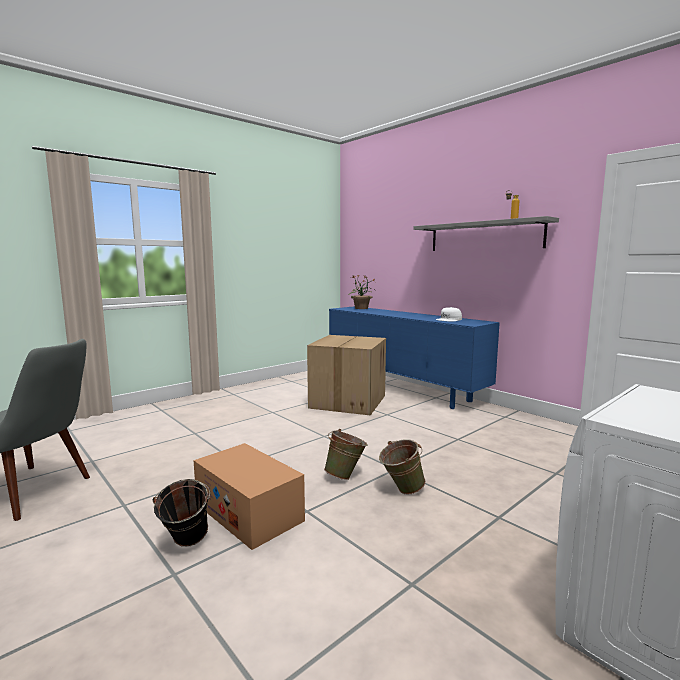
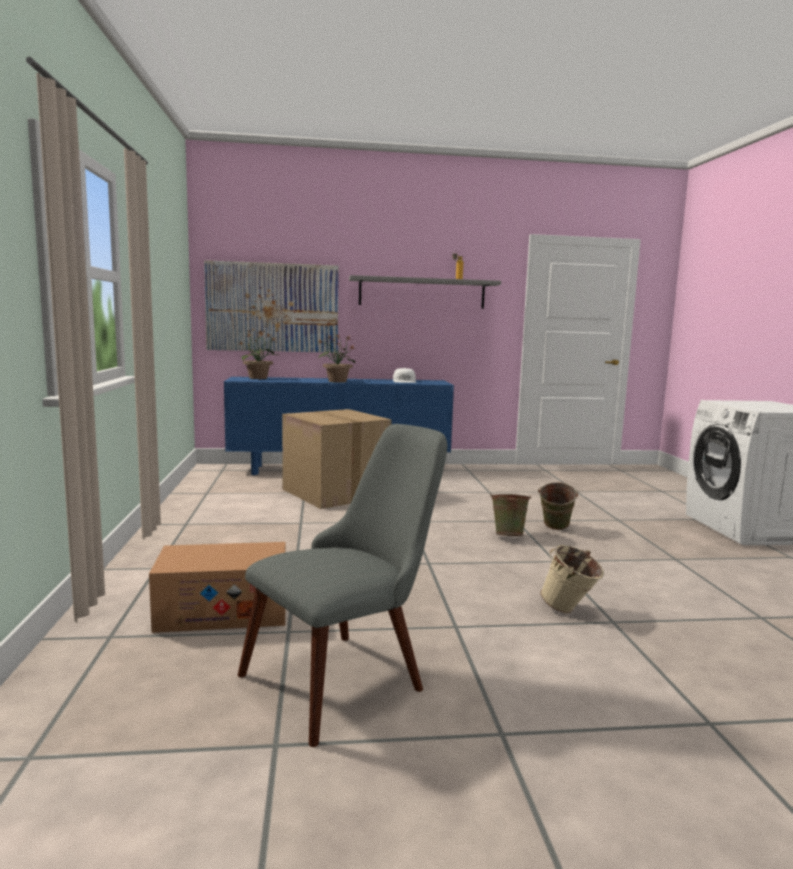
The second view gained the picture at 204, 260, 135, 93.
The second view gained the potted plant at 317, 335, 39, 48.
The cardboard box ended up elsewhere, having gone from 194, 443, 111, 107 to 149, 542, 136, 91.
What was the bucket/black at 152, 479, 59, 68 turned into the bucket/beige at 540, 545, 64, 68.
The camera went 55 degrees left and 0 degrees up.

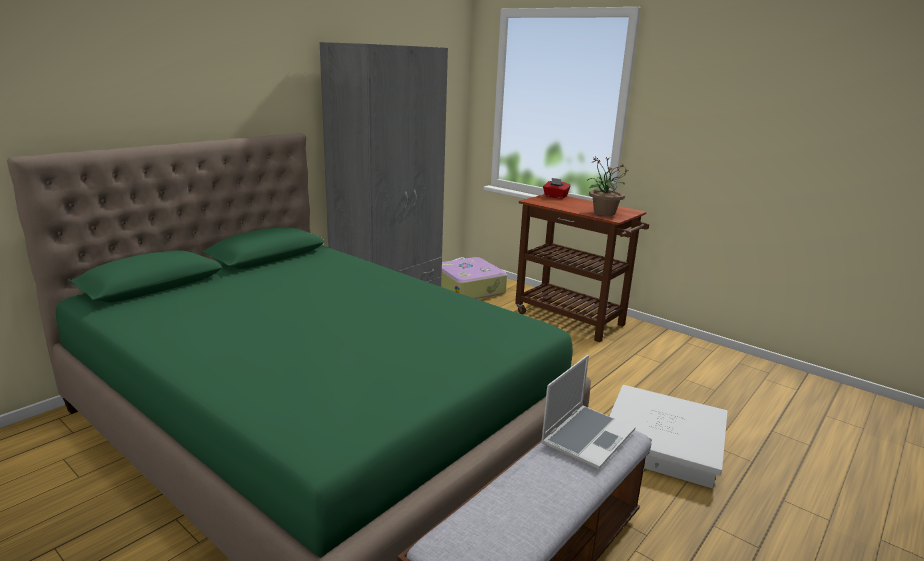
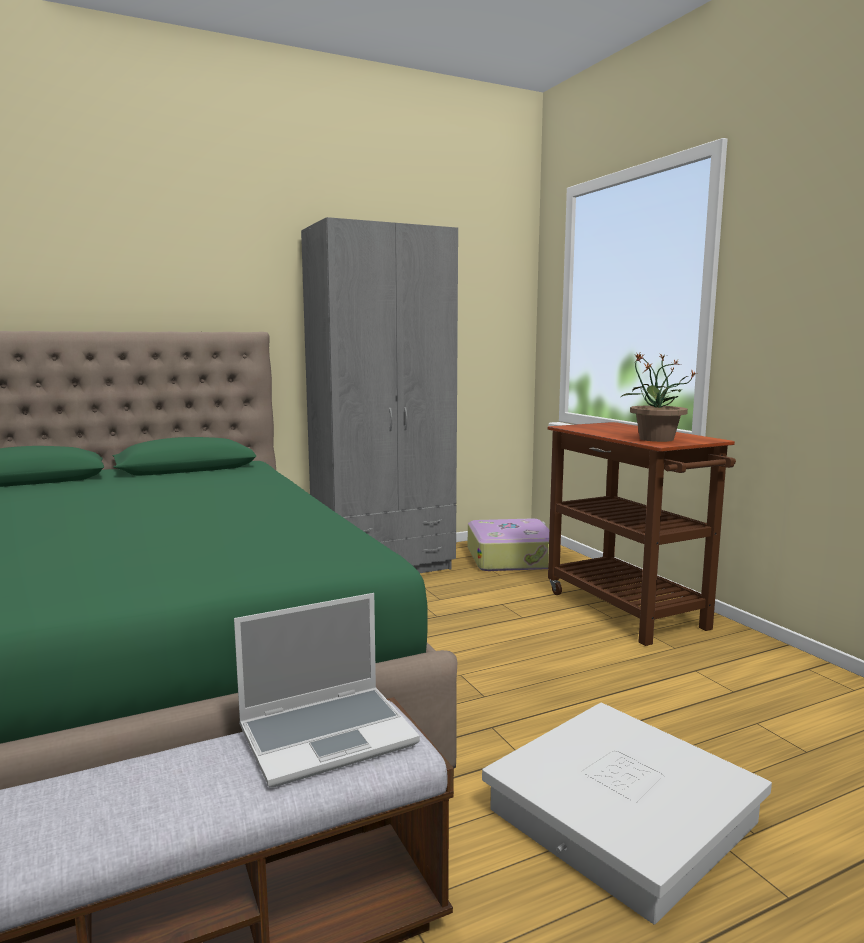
The second view lost the tissue box/red at 543, 178, 28, 21.
The camera went 25 degrees right and 10 degrees down.

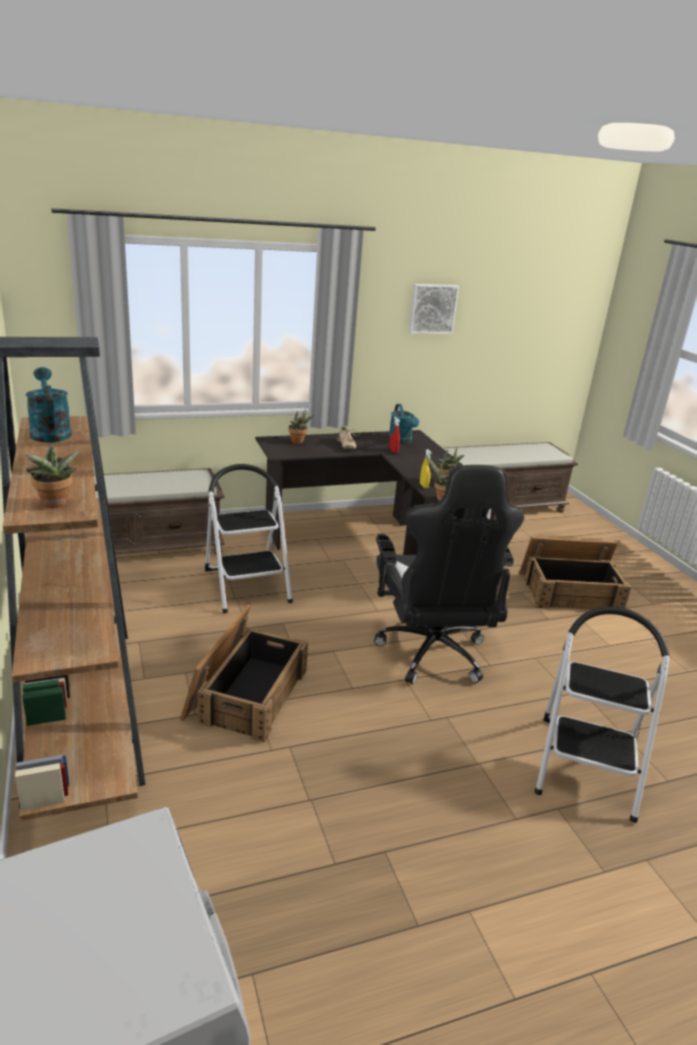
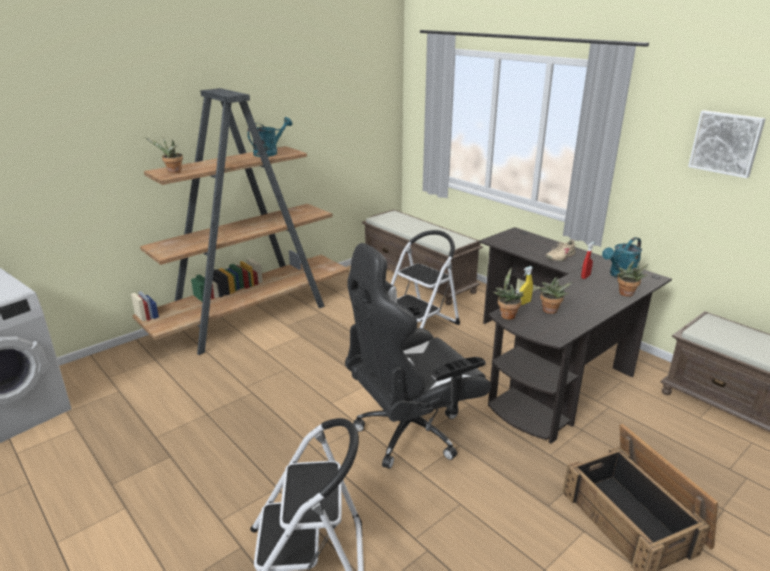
The second view lost the crate at 180, 604, 128, 139.
The potted plant ended up elsewhere, having gone from 288, 409, 27, 35 to 617, 261, 31, 36.
The camera went 70 degrees right and 0 degrees up.

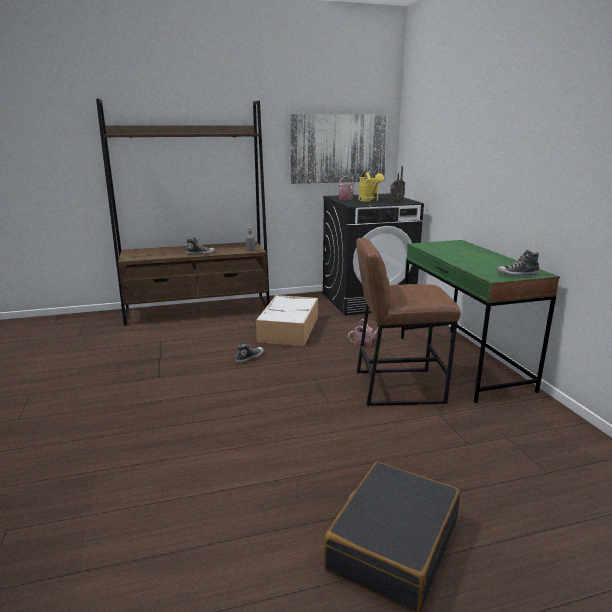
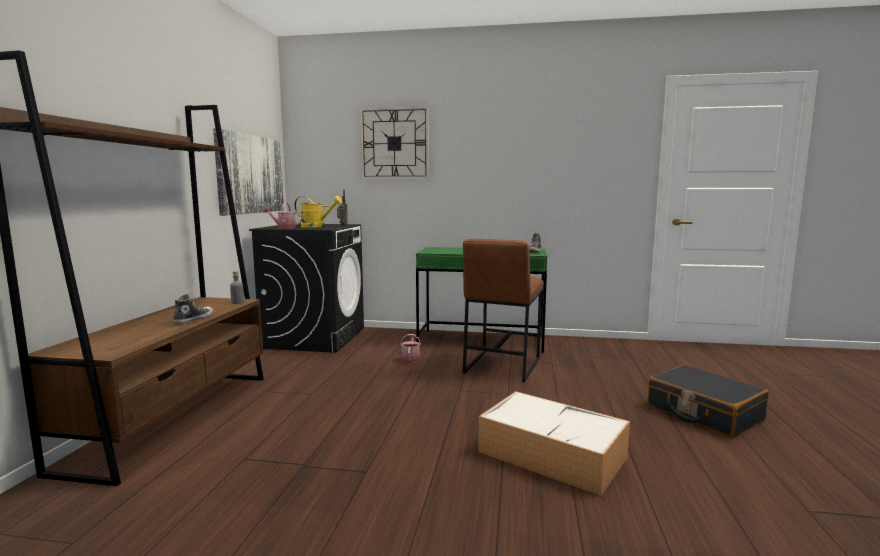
The second view lost the shoe at 235, 341, 29, 22.
The second view gained the wall clock at 359, 106, 70, 73.
The storage box ended up elsewhere, having gone from 256, 295, 62, 51 to 478, 391, 152, 105.
The camera went 65 degrees left and 10 degrees down.

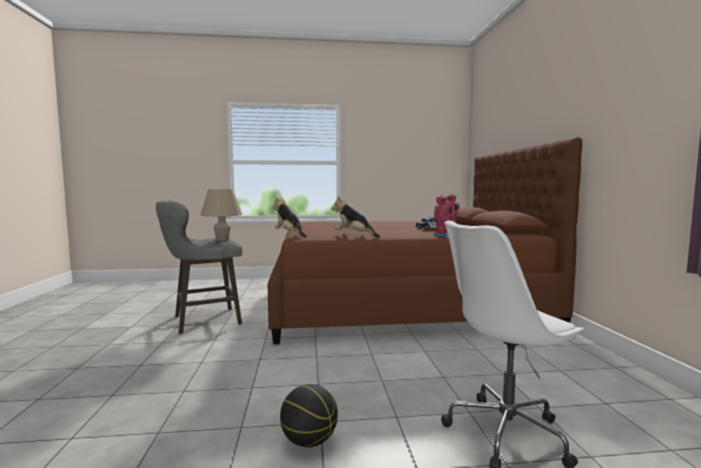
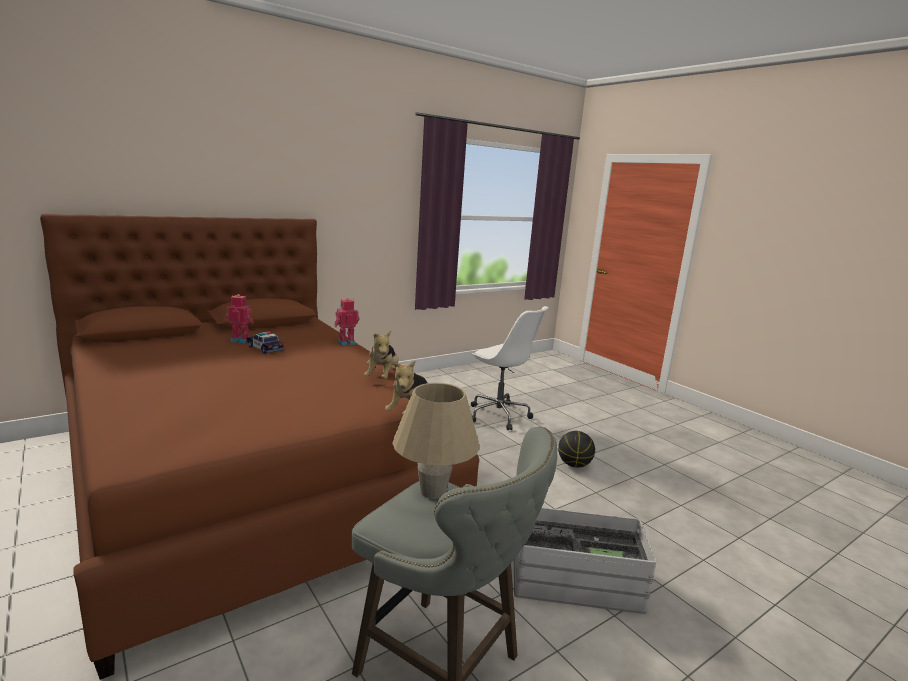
The second view gained the storage box/grey at 514, 508, 143, 106.
The camera went 120 degrees left and 10 degrees up.

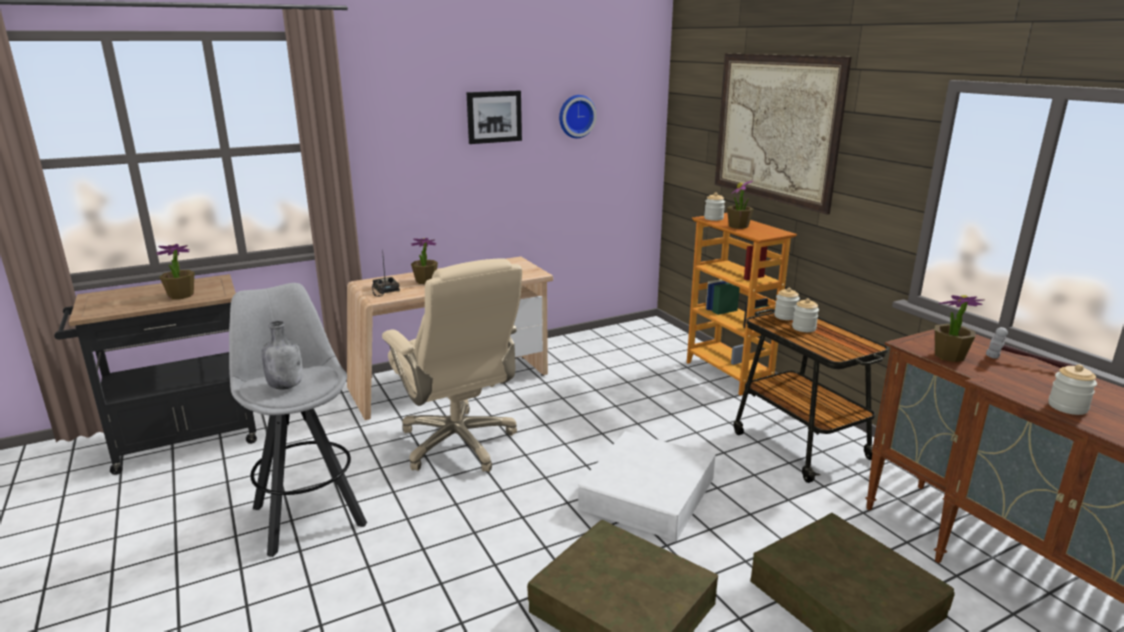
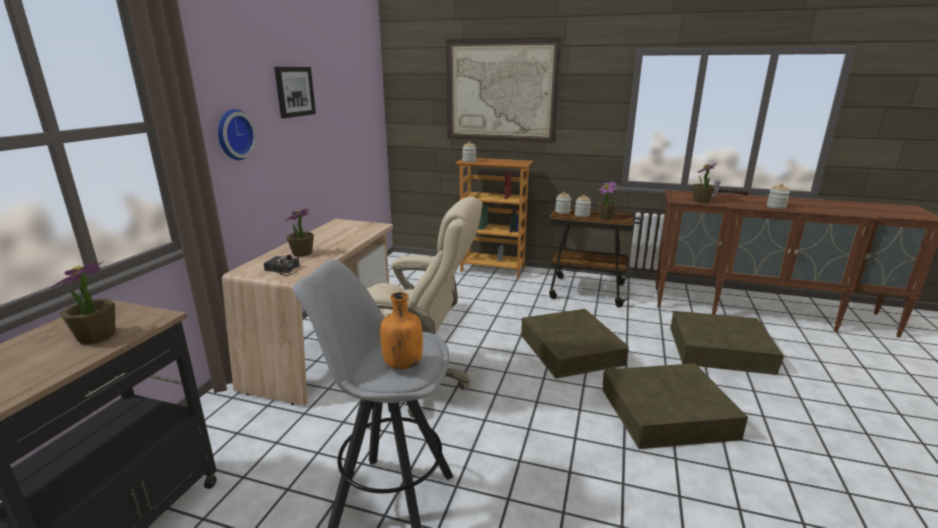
The wall clock ended up elsewhere, having gone from 559, 95, 38, 43 to 218, 109, 39, 51.
The potted plant ended up elsewhere, having gone from 727, 180, 27, 49 to 597, 181, 21, 39.
What was the bottle/grey at 261, 321, 42, 68 turned into the bottle/orange at 380, 292, 43, 78.
What was the storage box/white at 578, 431, 137, 110 turned into the storage box/brown at 521, 309, 108, 70.
The camera went 45 degrees left and 0 degrees up.

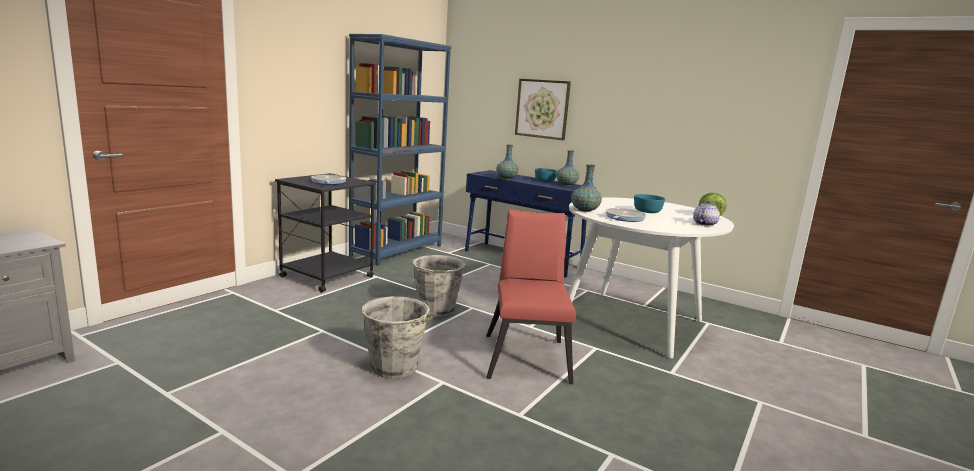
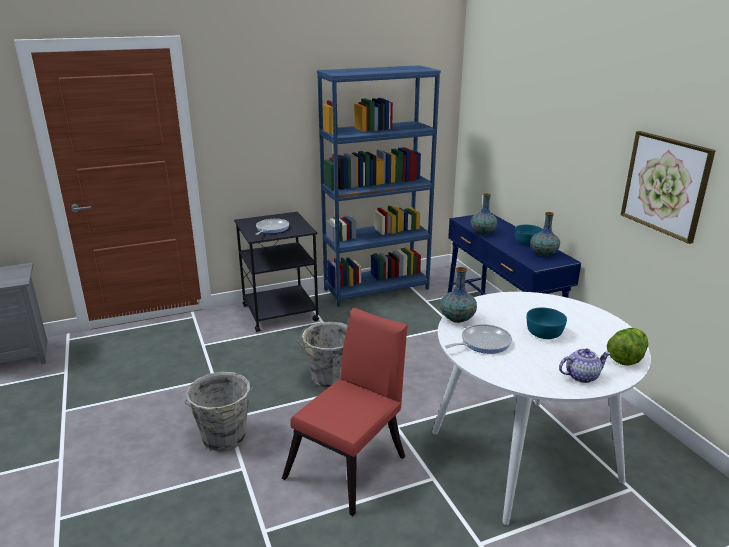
The picture ended up elsewhere, having gone from 515, 79, 56, 61 to 621, 131, 95, 113.
The camera went 35 degrees right and 10 degrees up.

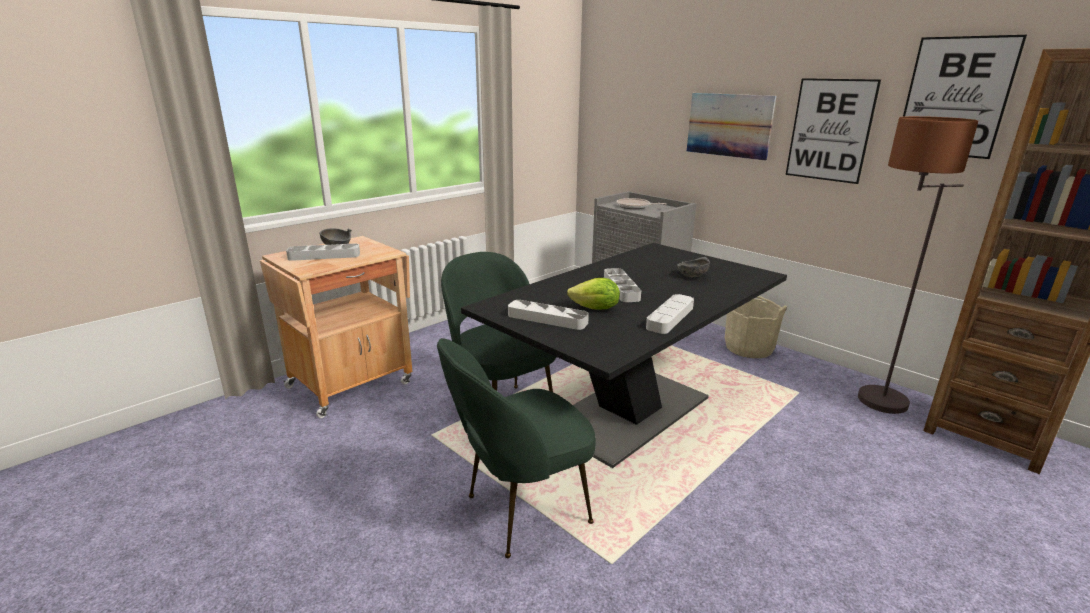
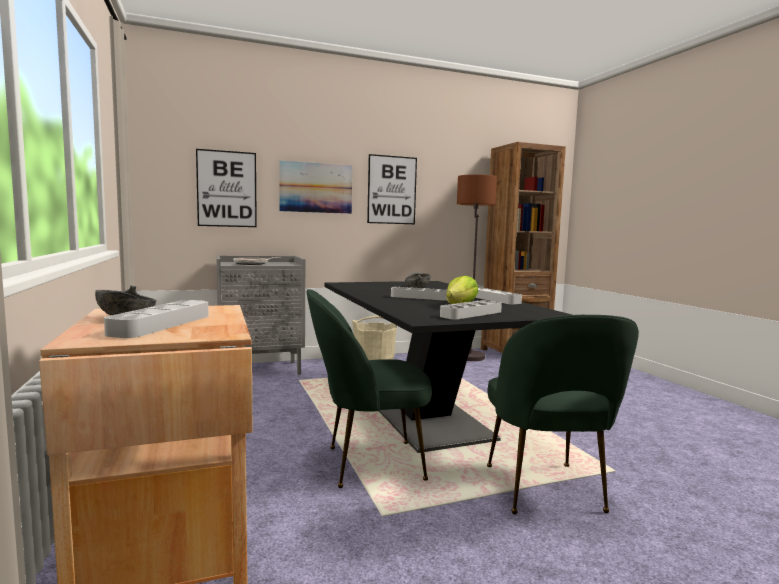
The picture ended up elsewhere, having gone from 903, 35, 124, 124 to 196, 149, 61, 78.
The camera went 65 degrees left and 15 degrees down.

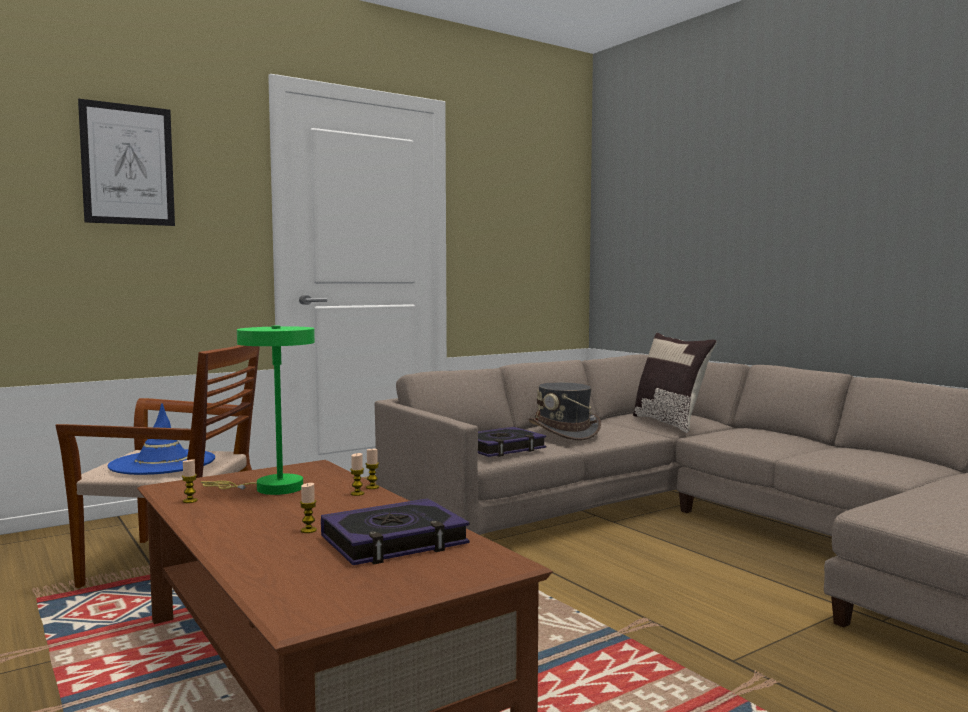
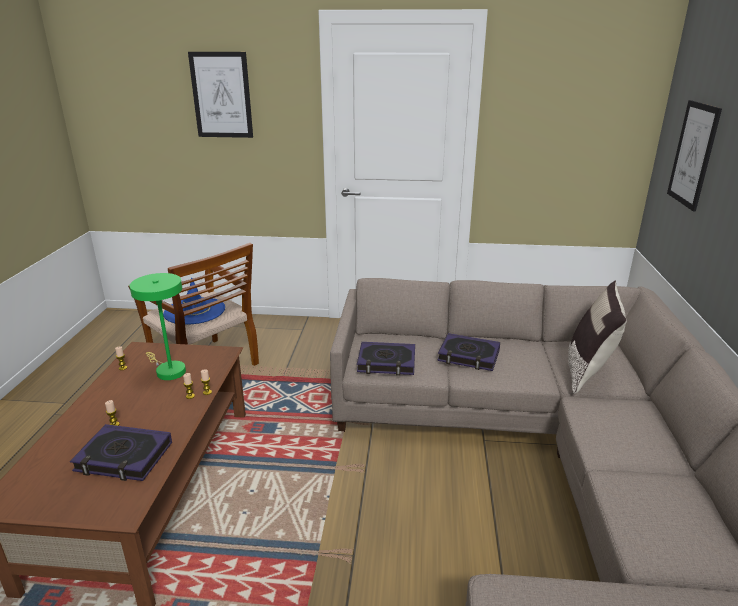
The second view gained the picture at 667, 100, 55, 112.
Where the hat/grey stood at 529, 382, 72, 58, the book came to stand at 437, 333, 63, 38.
The camera went 40 degrees right and 20 degrees up.

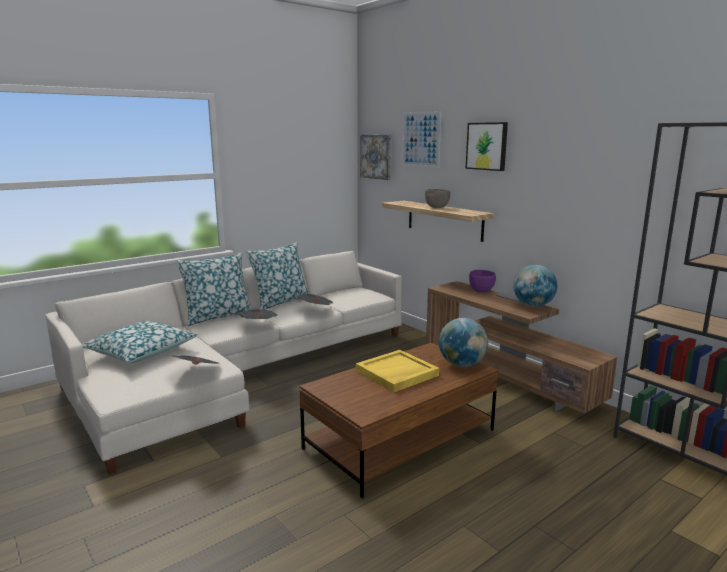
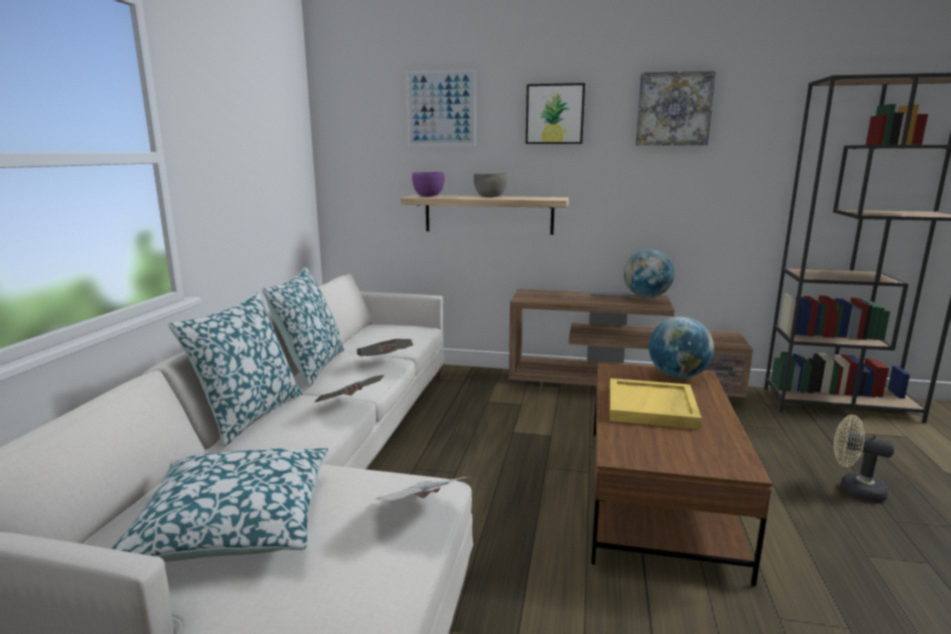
The second view gained the fan/beige at 834, 415, 60, 88.
The picture ended up elsewhere, having gone from 360, 134, 31, 46 to 636, 71, 80, 74.
The bowl/purple ended up elsewhere, having gone from 469, 270, 27, 22 to 412, 172, 33, 25.
The camera went 40 degrees left and 0 degrees up.

